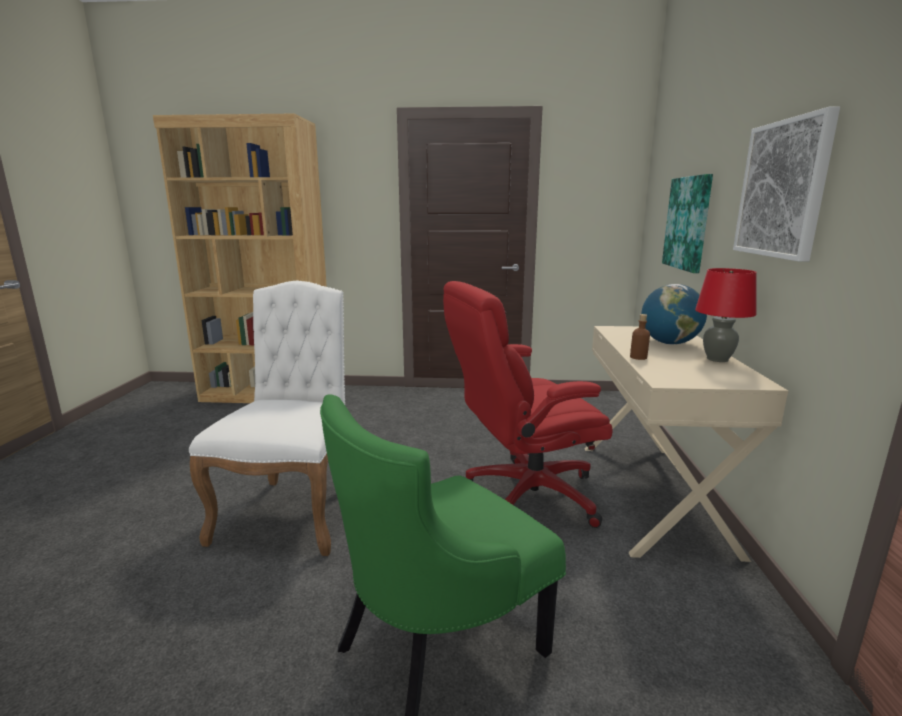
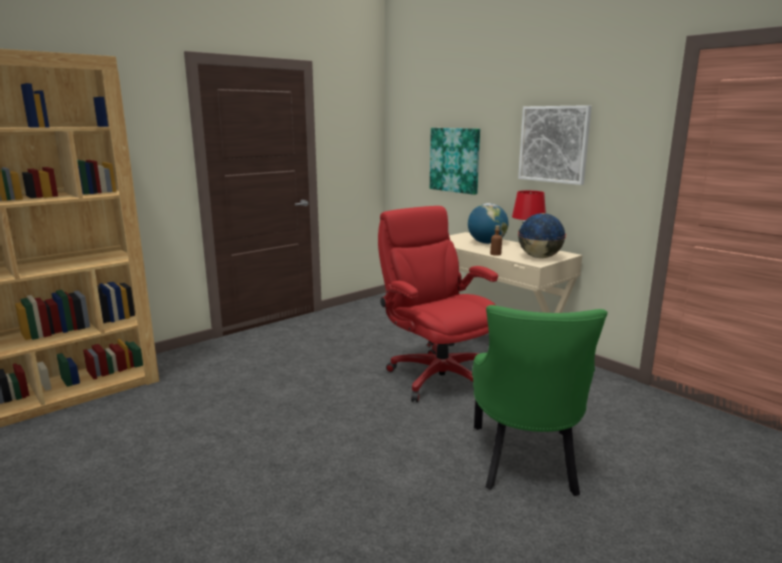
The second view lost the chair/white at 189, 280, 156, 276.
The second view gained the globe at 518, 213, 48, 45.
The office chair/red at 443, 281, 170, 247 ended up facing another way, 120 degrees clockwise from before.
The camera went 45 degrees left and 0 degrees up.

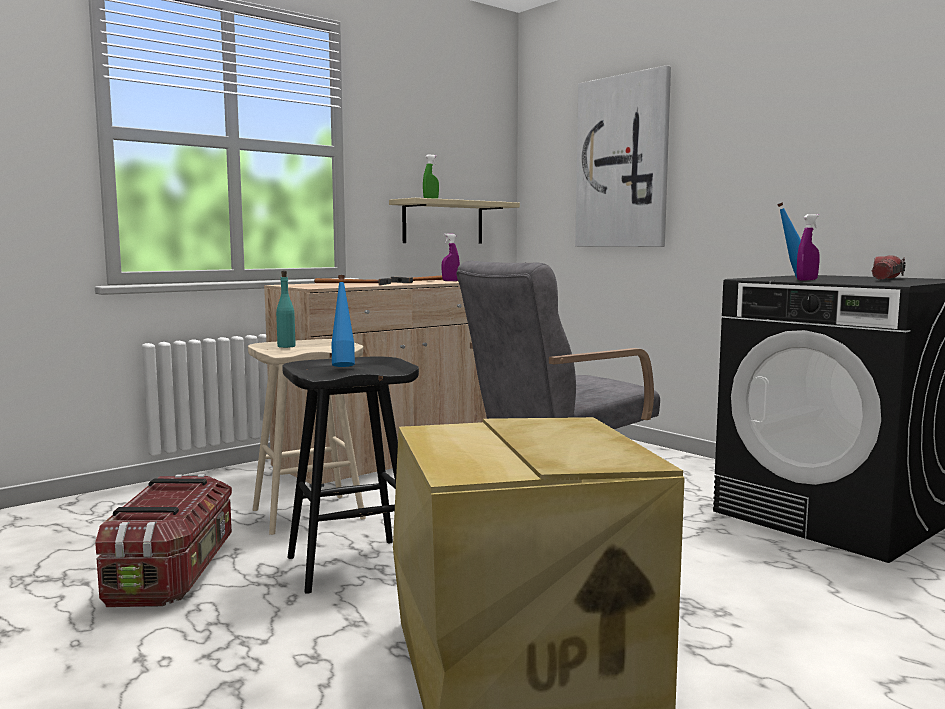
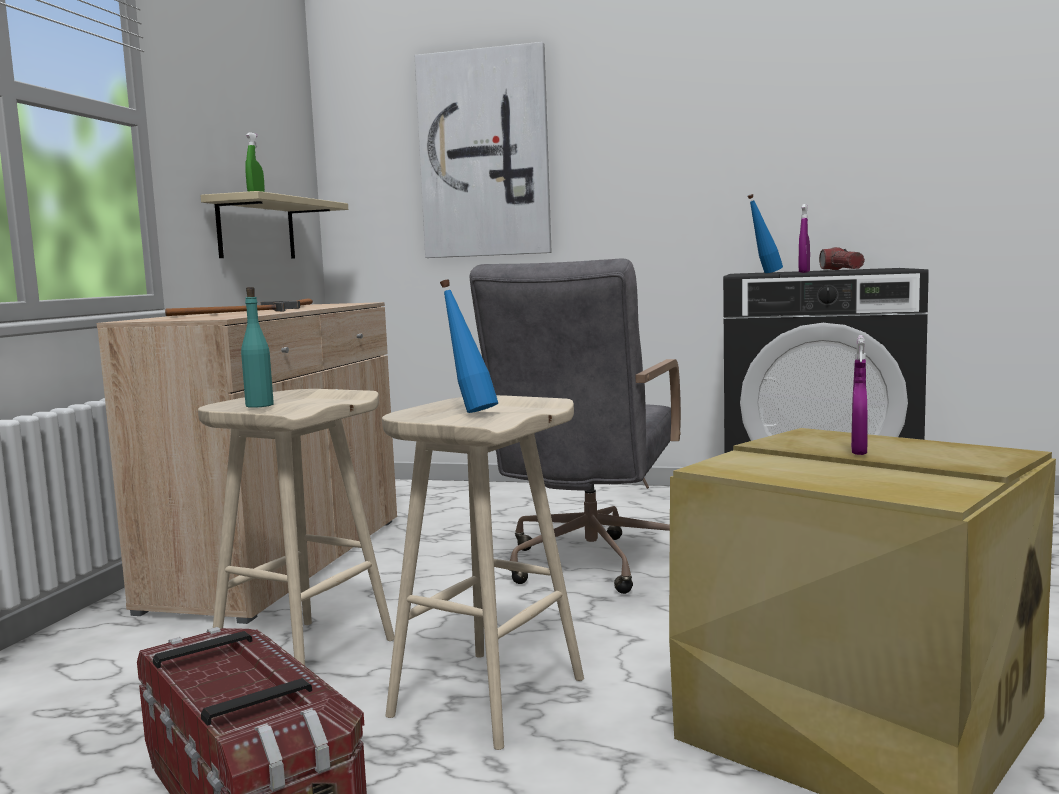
The spray bottle/purple ended up elsewhere, having gone from 442, 233, 18, 48 to 851, 335, 17, 120.
What was the stool/black at 282, 357, 137, 237 turned into the stool/beige at 382, 395, 202, 355.
The camera went 35 degrees left and 0 degrees up.

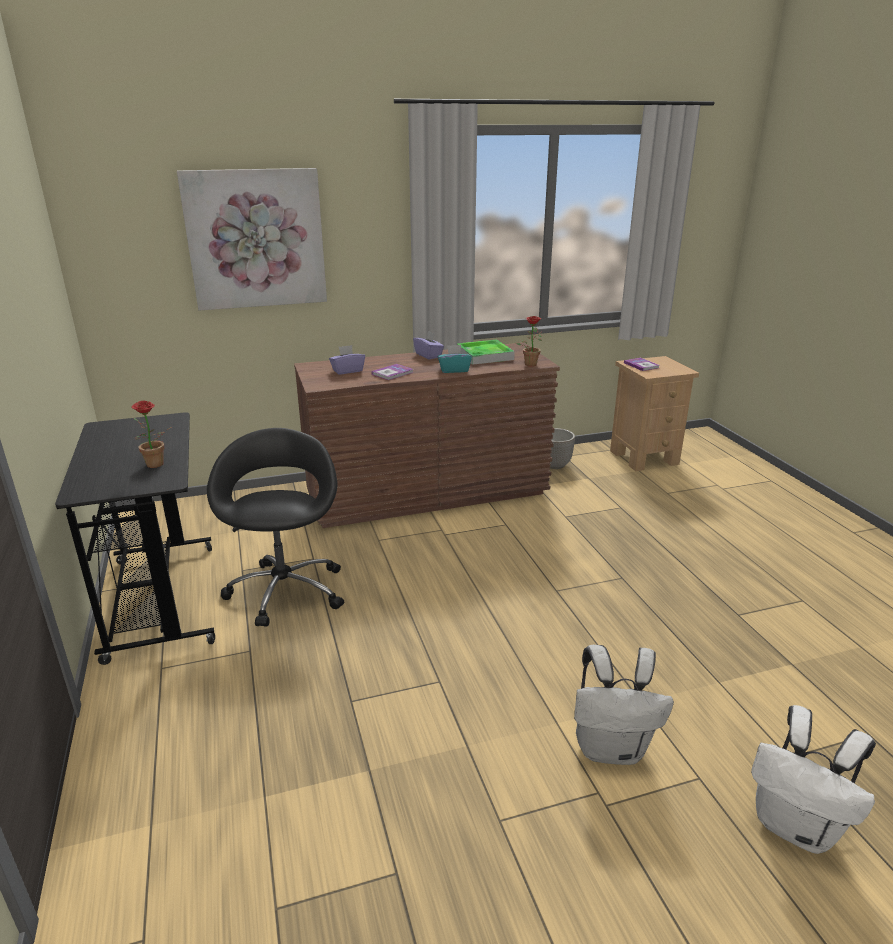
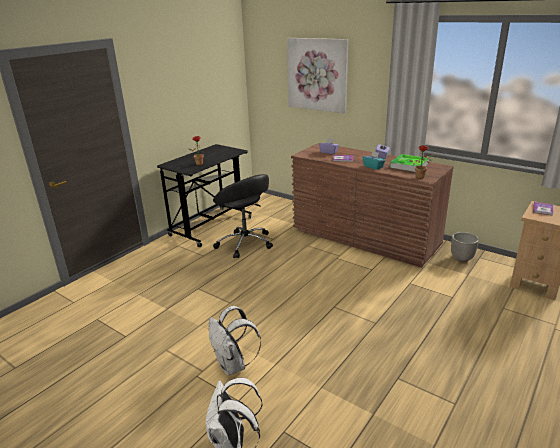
The office chair/black at 207, 428, 138, 199 ended up facing another way, 90 degrees clockwise from before.
The camera went 55 degrees right and 0 degrees up.

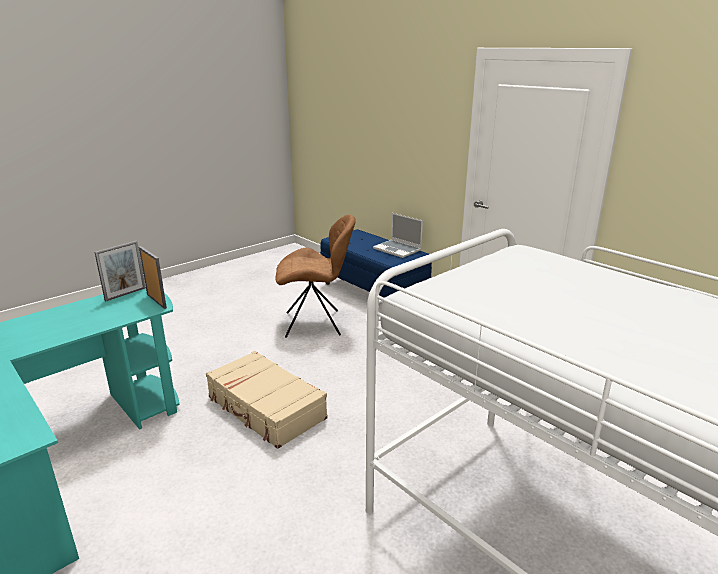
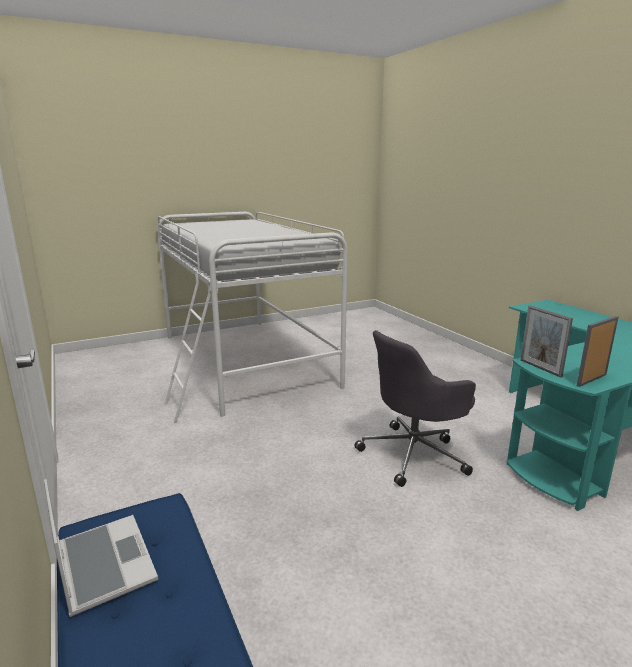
The second view lost the chair/brown at 276, 214, 80, 124.
Where the suitcase/beige stood at 206, 351, 121, 98, the office chair/grey came to stand at 354, 330, 122, 157.
The camera went 165 degrees left and 5 degrees down.

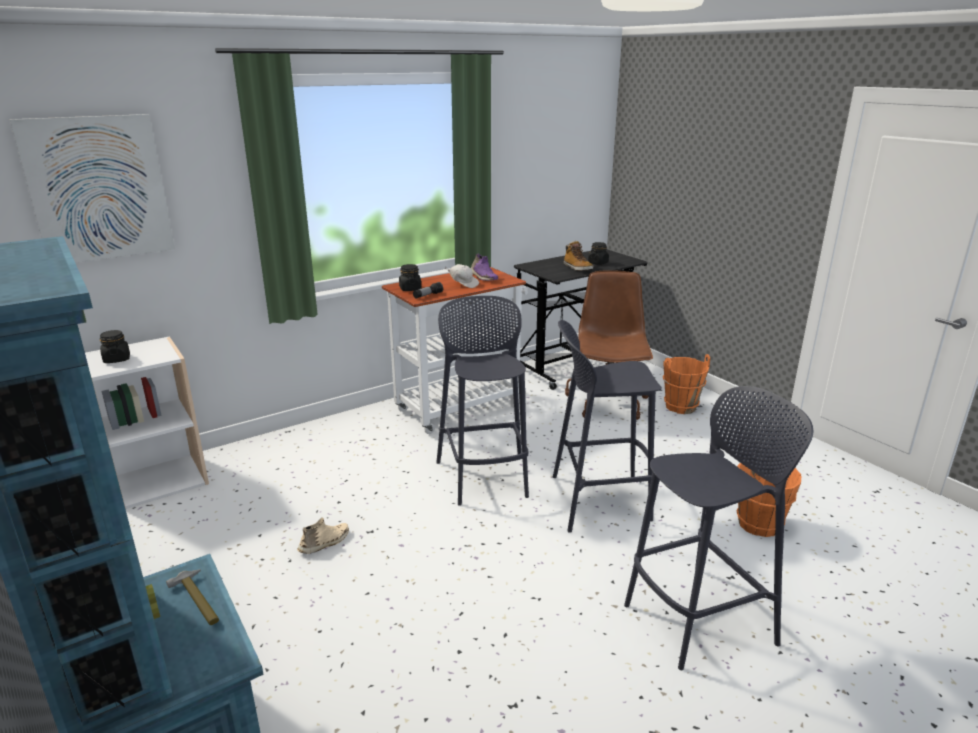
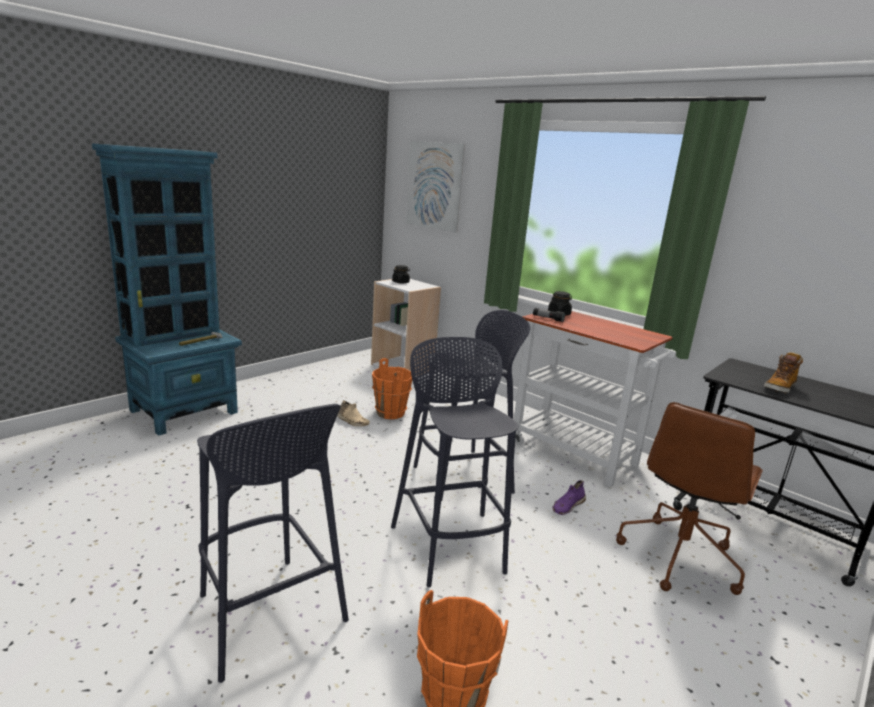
The second view lost the cap/white at 445, 264, 34, 24.
The second view lost the jar/black at 588, 242, 21, 23.
The shoe/purple ended up elsewhere, having gone from 471, 254, 27, 27 to 552, 480, 34, 35.
The bucket/orange ended up elsewhere, having gone from 663, 354, 47, 60 to 372, 358, 40, 61.
The office chair/brown at 565, 270, 88, 150 ended up facing another way, 135 degrees clockwise from before.
The camera went 75 degrees right and 5 degrees down.

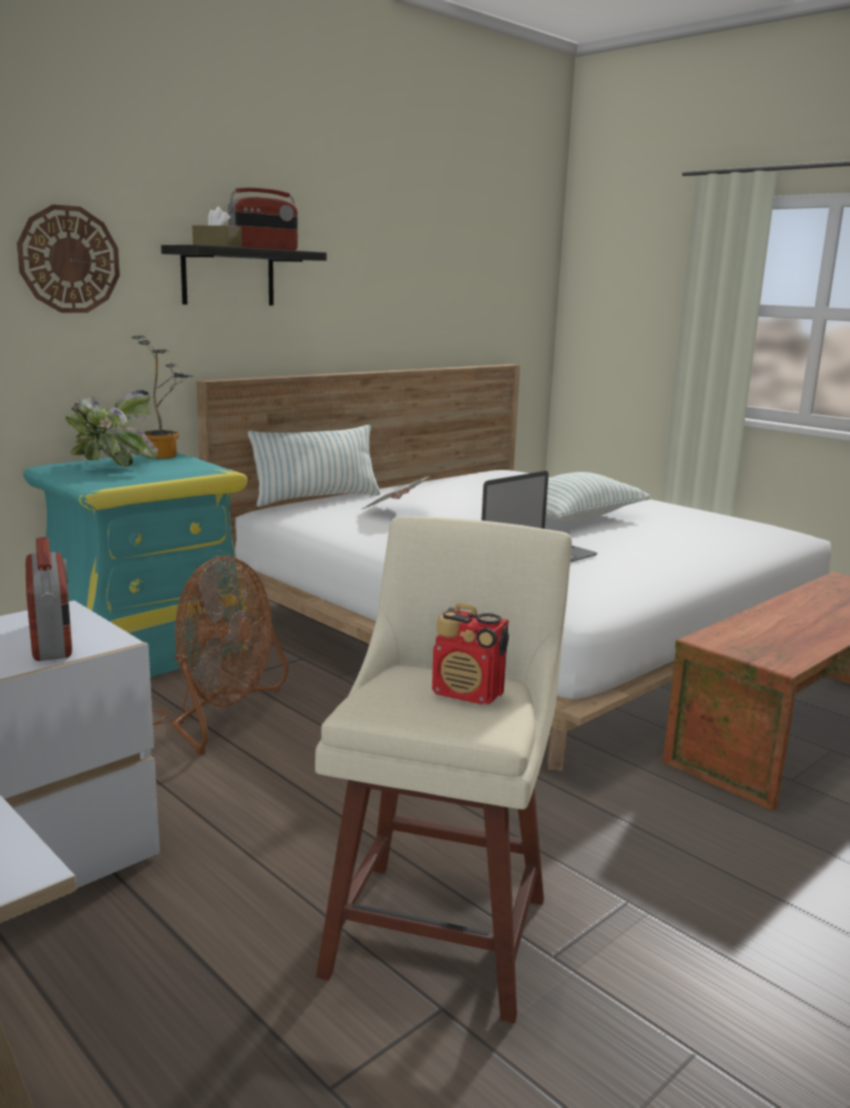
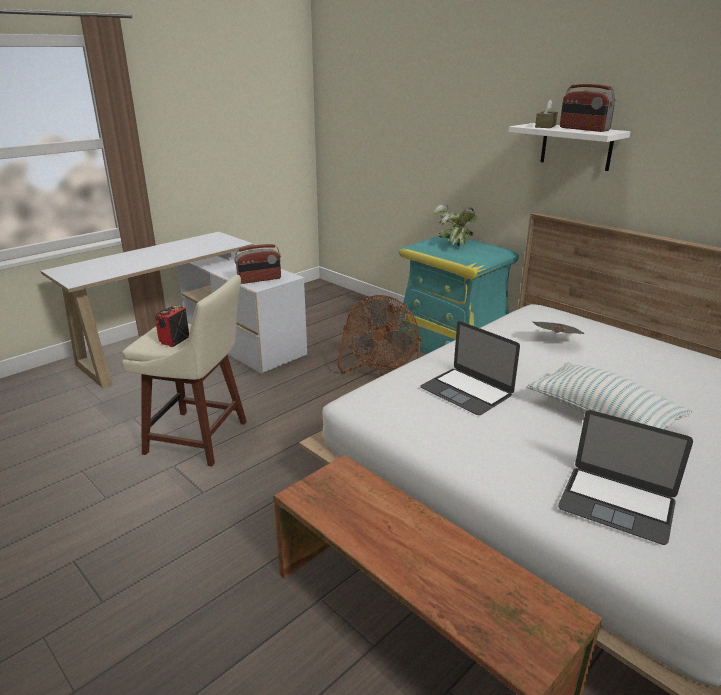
The second view lost the wall clock at 17, 204, 103, 109.
The second view lost the potted plant at 132, 335, 60, 124.
The second view lost the pillow at 248, 425, 133, 82.
The second view gained the laptop at 558, 410, 135, 135.
What was the shelf/black at 161, 245, 166, 61 turned into the shelf/white at 509, 123, 121, 48.
The camera went 90 degrees right and 10 degrees up.

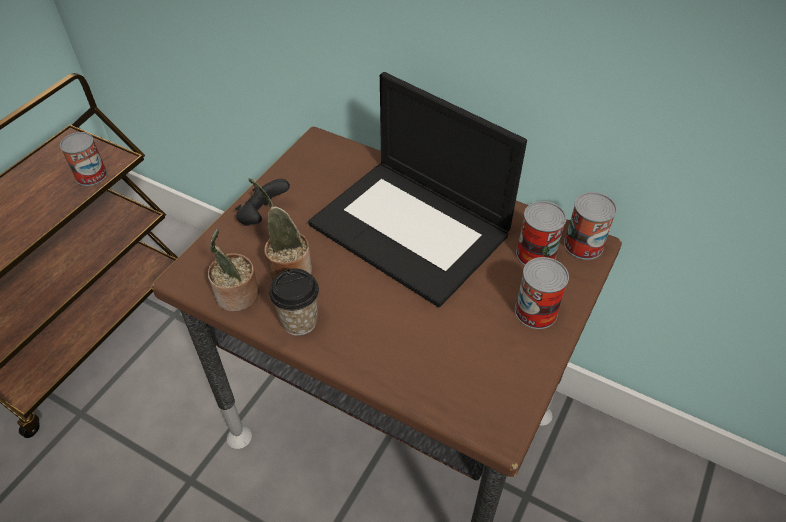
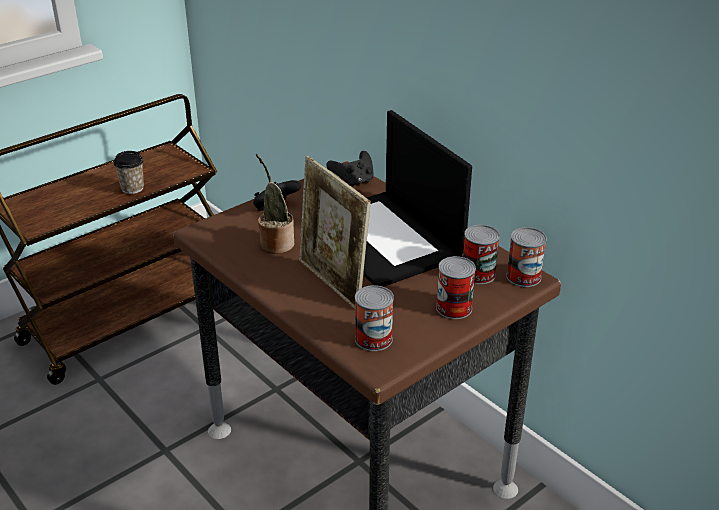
The second view lost the potted plant at 208, 229, 51, 83.
The second view gained the picture frame at 299, 156, 72, 153.
The second view gained the game controller/black at 326, 151, 48, 36.
The can ended up elsewhere, having gone from 60, 132, 47, 54 to 355, 285, 39, 66.
The cup ended up elsewhere, having gone from 269, 268, 50, 68 to 114, 151, 30, 43.
The camera went 20 degrees right and 15 degrees down.

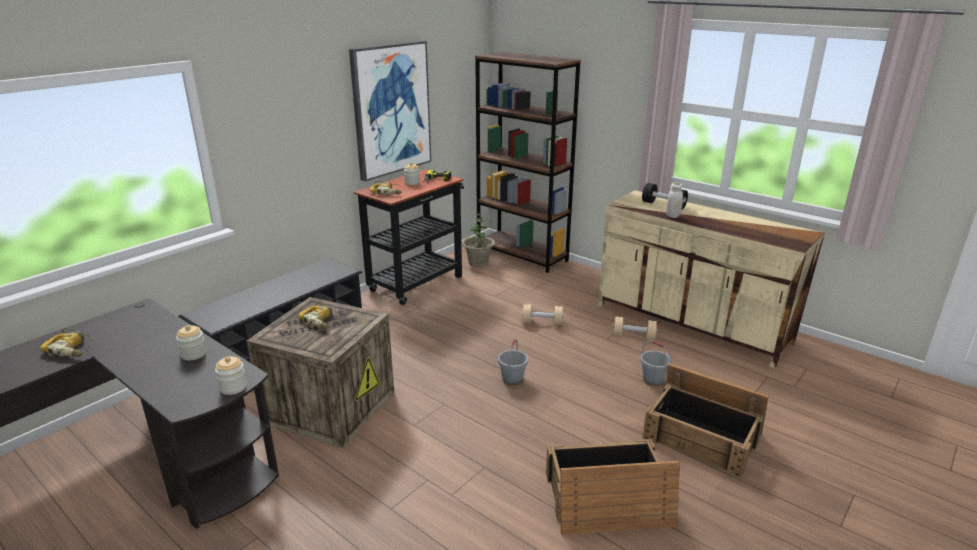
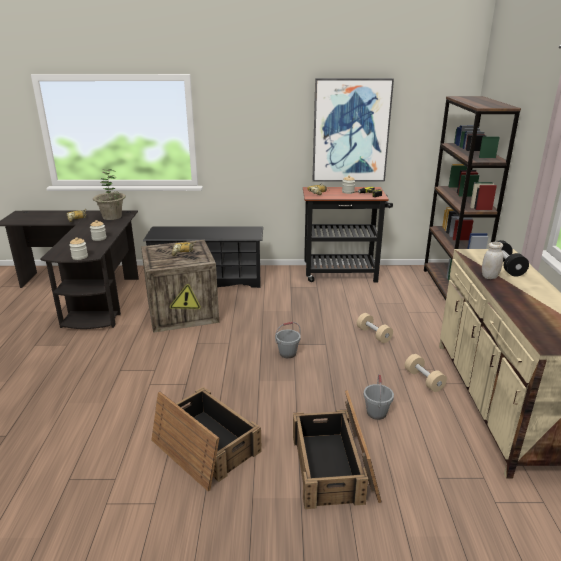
The potted plant ended up elsewhere, having gone from 462, 213, 33, 54 to 93, 169, 33, 51.
The camera went 50 degrees right and 0 degrees up.

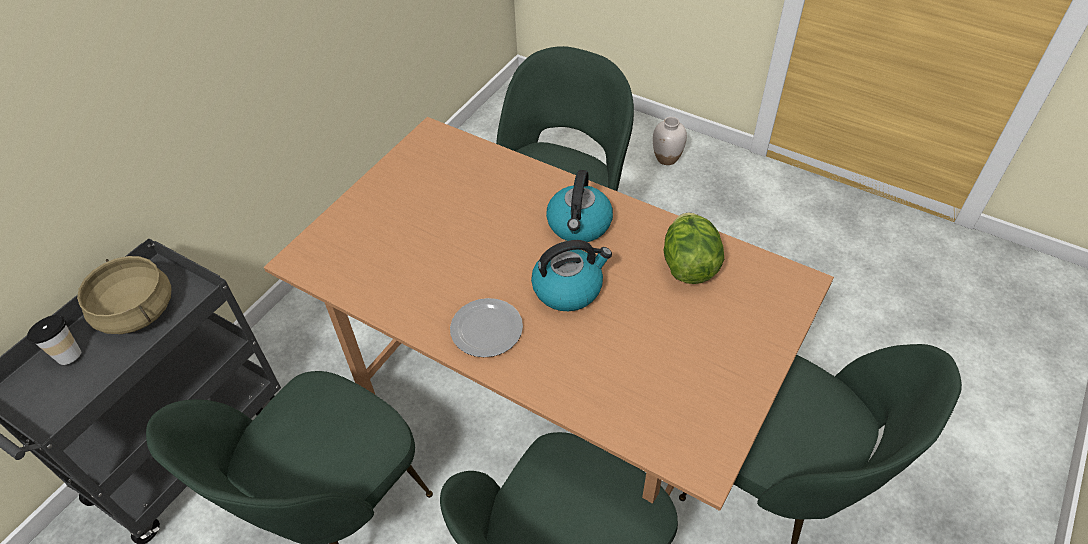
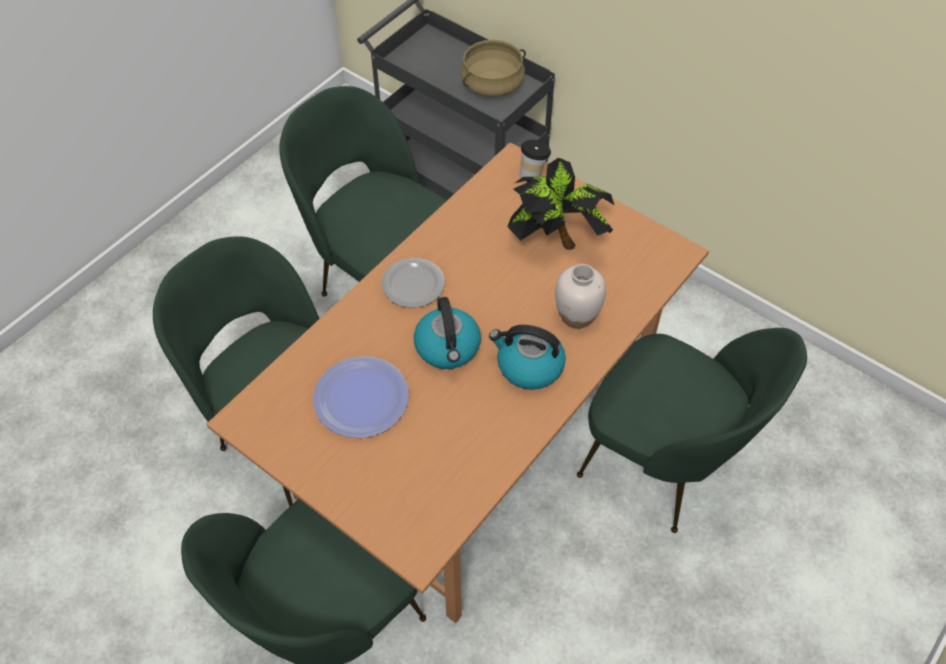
The second view lost the lettuce at 664, 212, 60, 72.
The second view gained the plate at 313, 356, 96, 82.
The second view gained the potted plant at 507, 157, 107, 93.
The cup ended up elsewhere, having gone from 27, 315, 54, 50 to 520, 140, 31, 42.
The vase/white ended up elsewhere, having gone from 653, 117, 34, 48 to 555, 264, 51, 65.
The camera went 95 degrees right and 5 degrees up.

